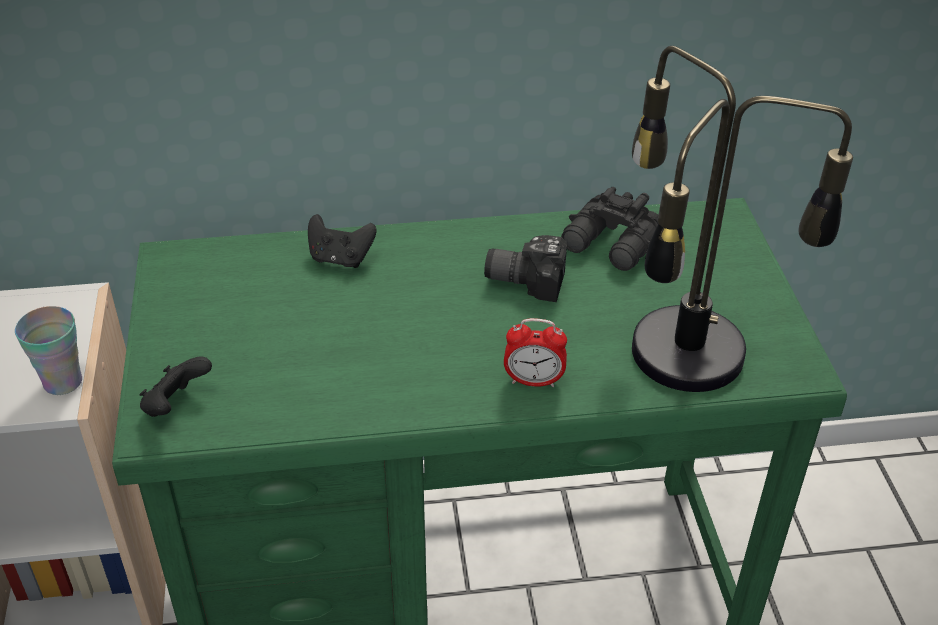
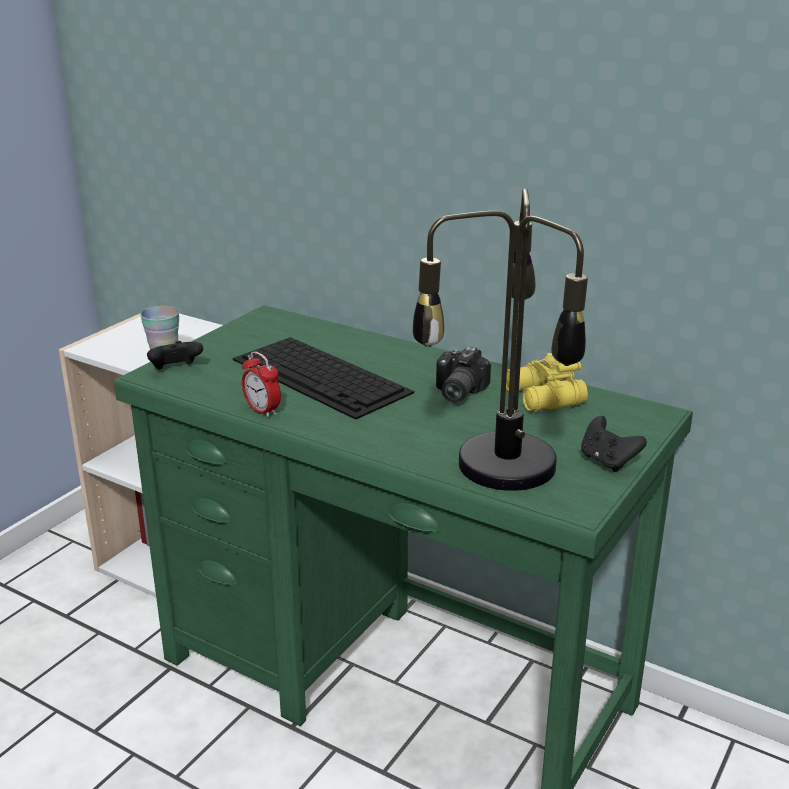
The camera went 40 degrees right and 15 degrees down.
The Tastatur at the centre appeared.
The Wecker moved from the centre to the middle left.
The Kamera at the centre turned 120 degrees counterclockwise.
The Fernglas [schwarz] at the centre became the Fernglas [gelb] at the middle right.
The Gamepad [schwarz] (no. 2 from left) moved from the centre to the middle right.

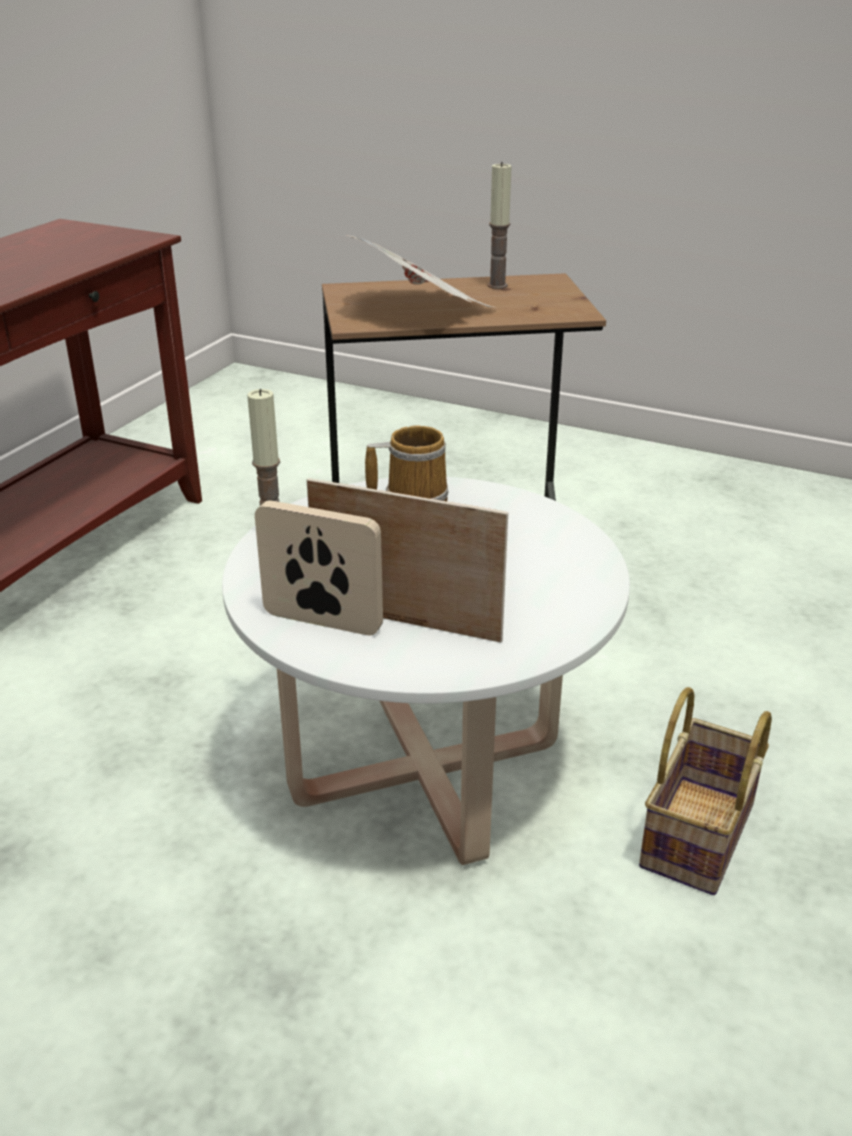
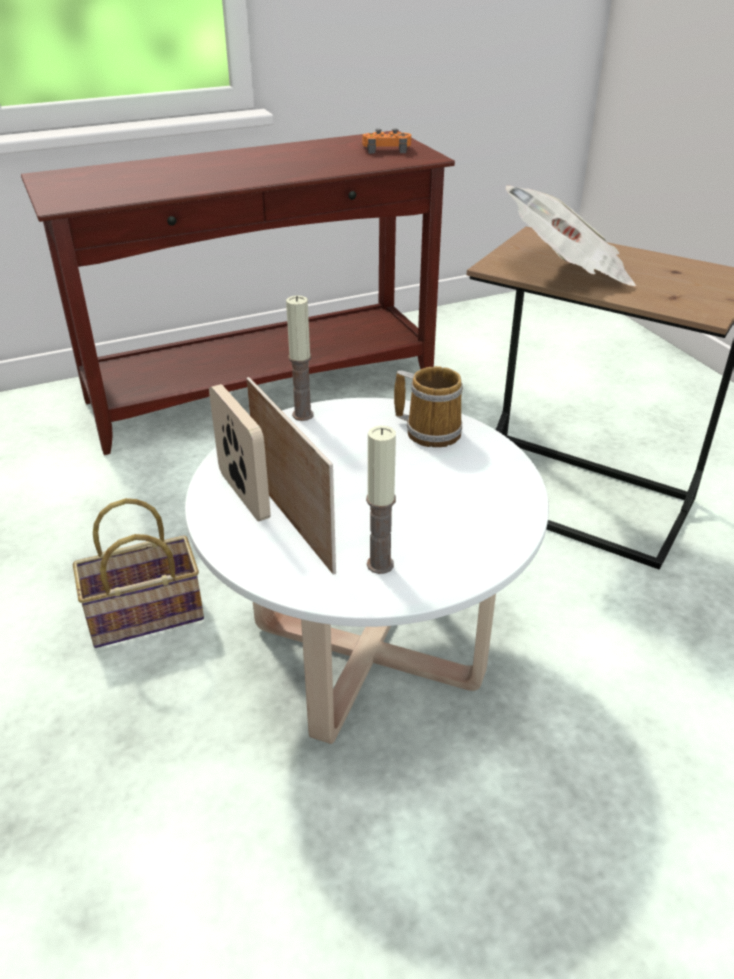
The camera went 40 degrees right and 5 degrees up.
The Korb moved from the bottom right to the middle left.
The Gamepad [orange] at the top centre appeared.
The Kerze (no. 2 from left) moved from the top centre to the centre.

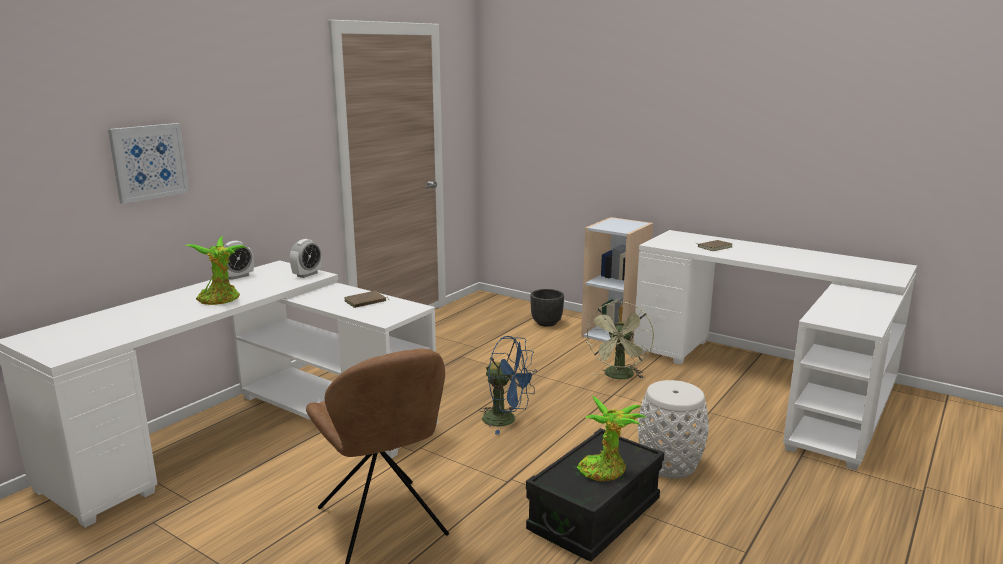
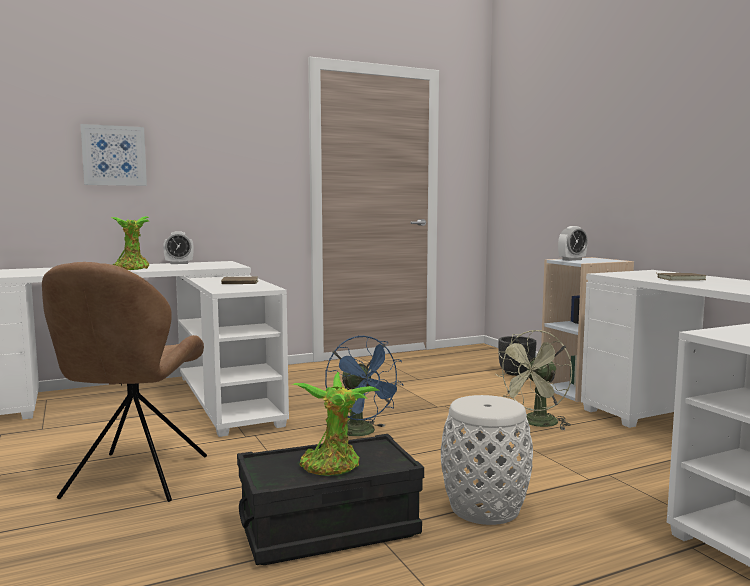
The camera went 30 degrees right and 10 degrees down.
The Wecker (no. 2 from left) moved from the middle left to the middle right.

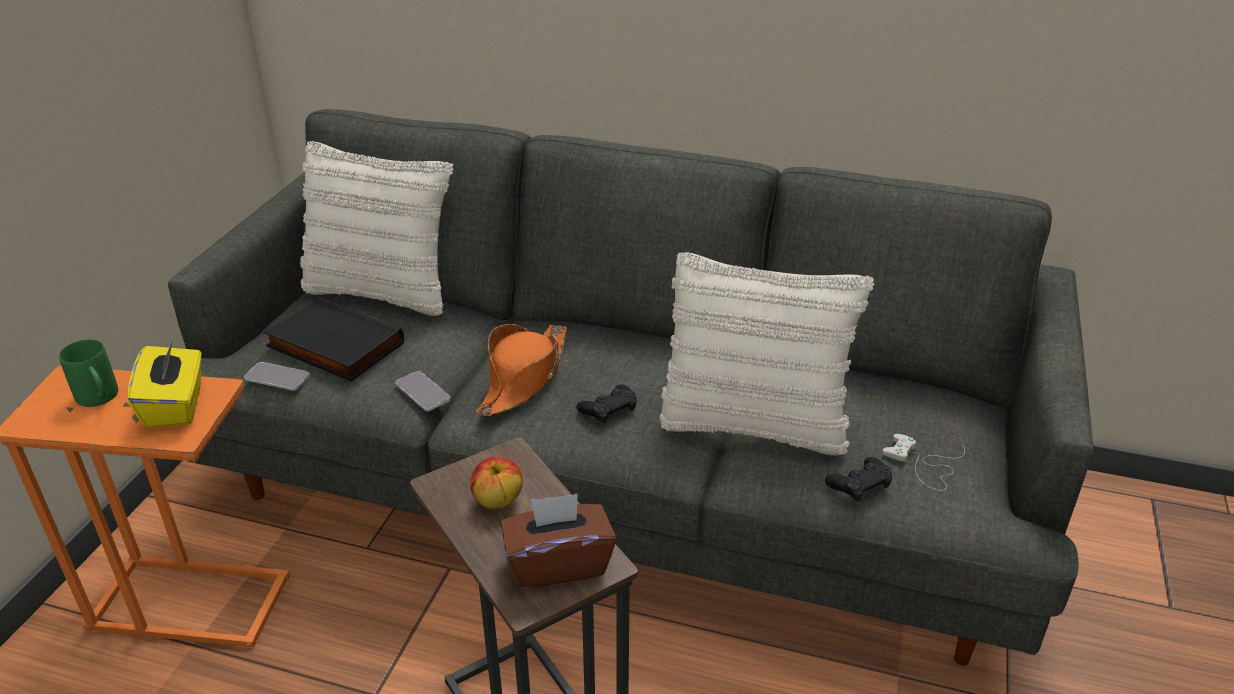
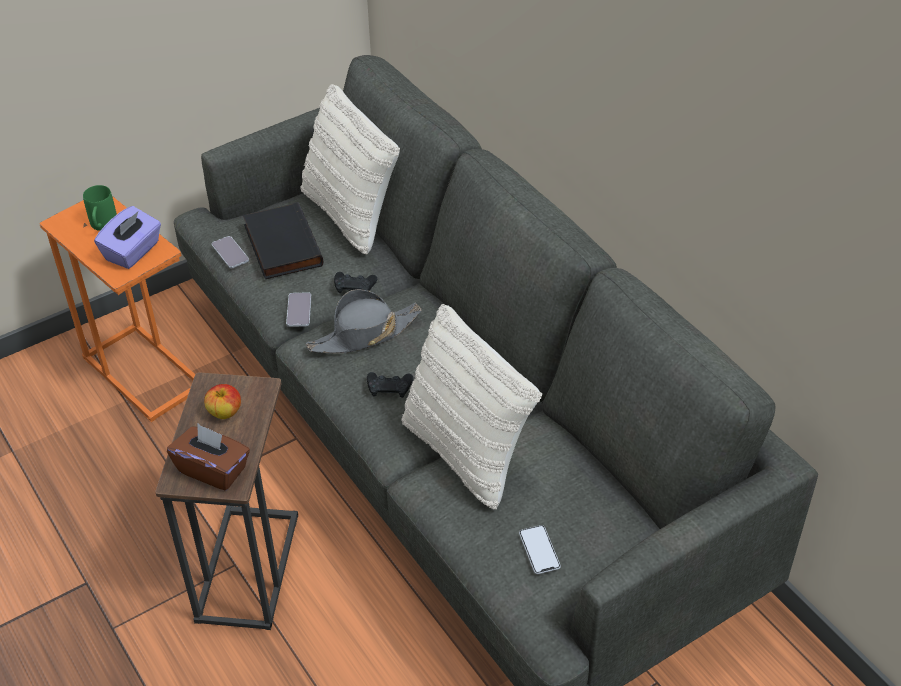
The camera went 40 degrees right and 10 degrees up.
The Taschentuchbox [gelb] at the middle left became the Taschentuchbox [lila] at the middle left.
The Hut [orange] at the centre became the Hut [grau] at the centre.
The Gamepad [schwarz] (no. 2 from left in the first image) moved from the bottom right to the centre.
The Gamepad [weiß] at the middle right was replaced by the Handy (no. 3 from left) at the bottom centre.

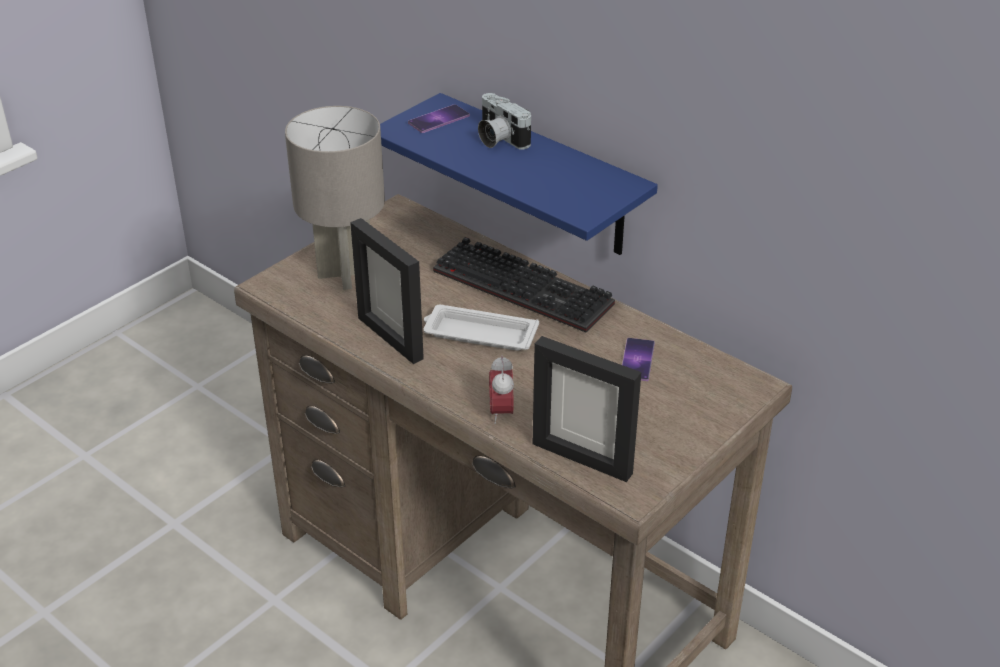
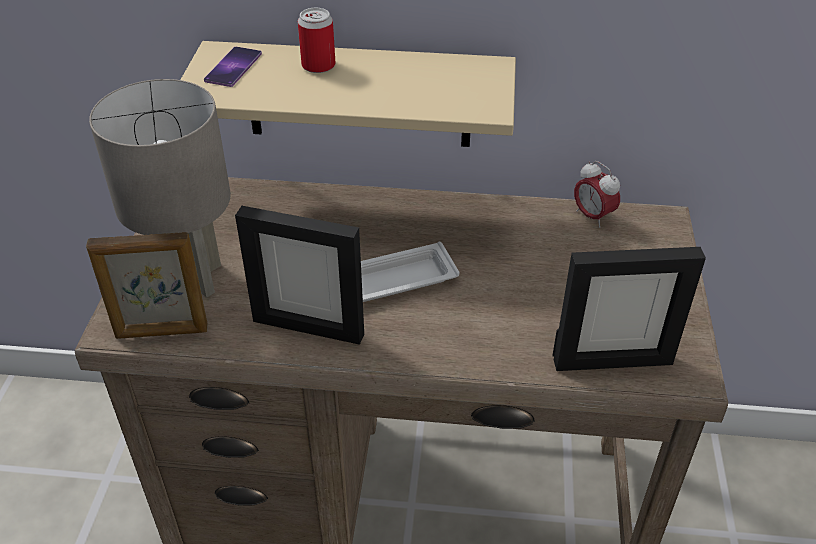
The camera went 35 degrees left and 5 degrees up.
The Bilderrahmen (no. 1 from left) at the middle left appeared.
The Wandregal [blau] at the top centre became the Wandregal [beige] at the top centre.
The Kamera at the top centre was replaced by the Dose at the top centre.
The Wecker moved from the centre to the middle right.
The Tastatur at the centre disappeared.
The Handy (no. 2 from left) at the centre disappeared.

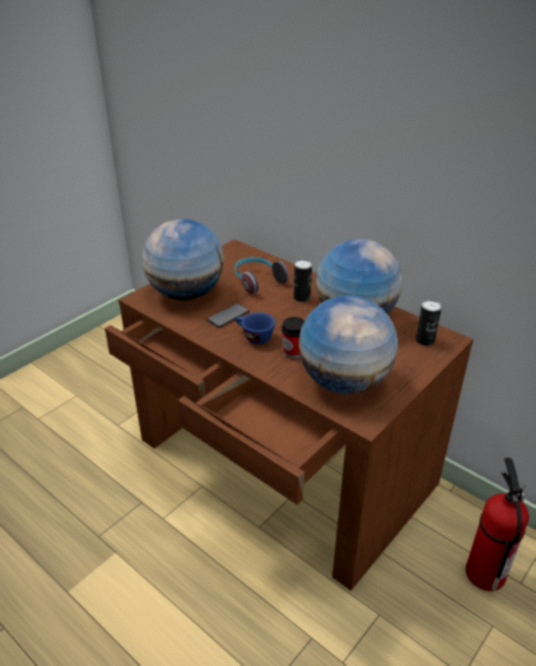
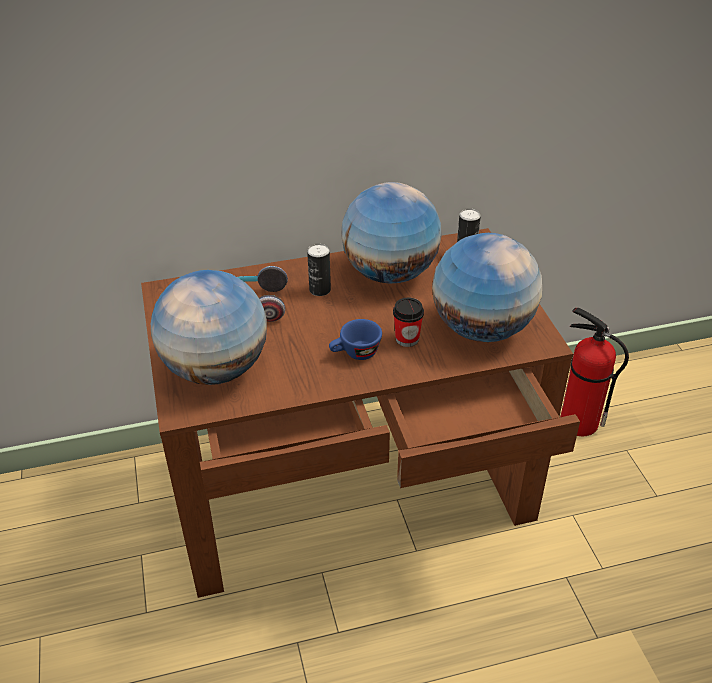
The camera went 55 degrees left and 5 degrees up.
The Handy at the centre disappeared.

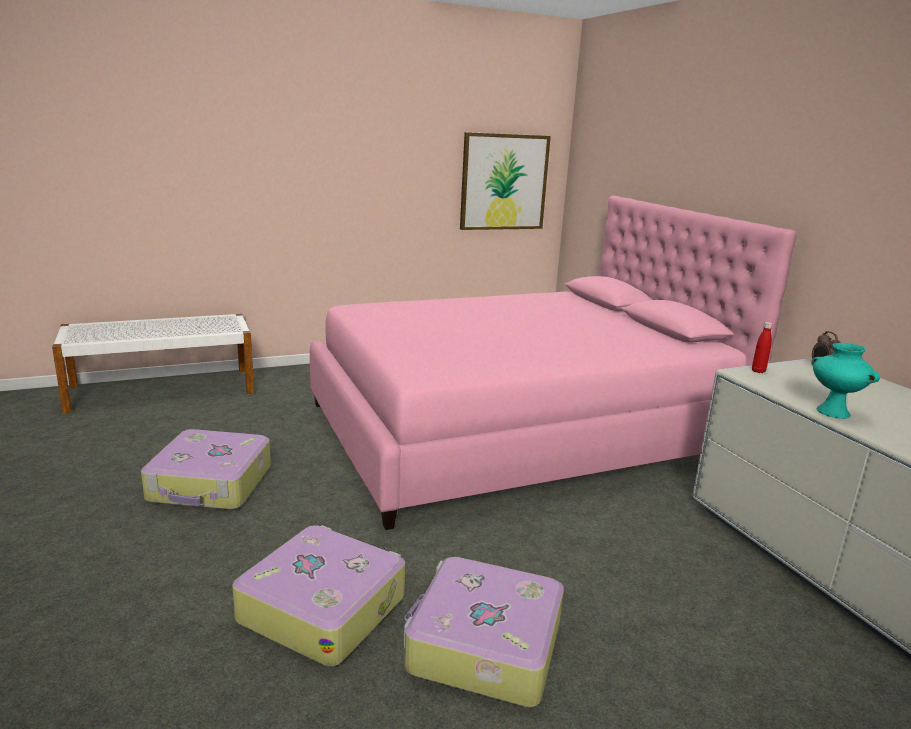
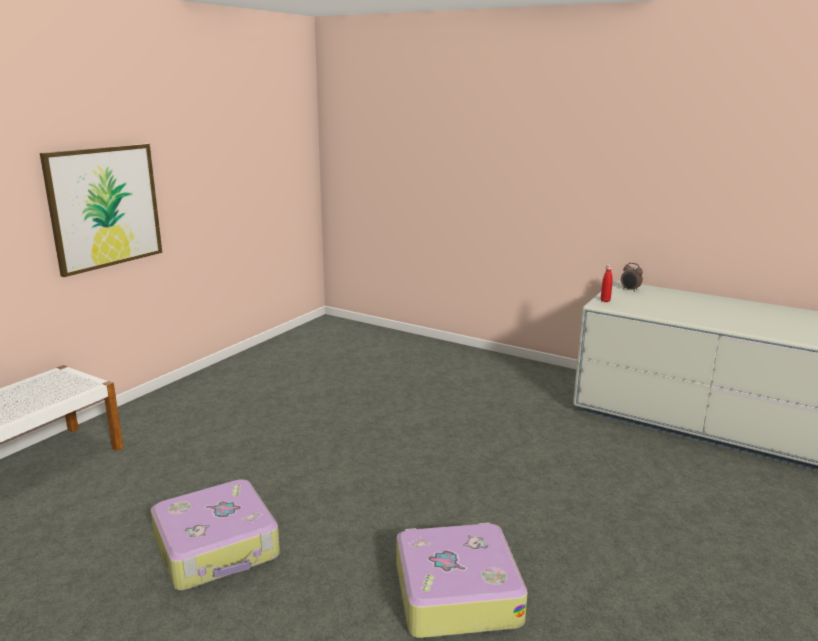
The camera went 35 degrees left and 0 degrees up.
The Bild moved from the top centre to the top left.
The Bett [rosa] at the centre disappeared.
The Koffer (no. 3 from left) at the bottom centre disappeared.
The Vase [türkis] at the middle right disappeared.

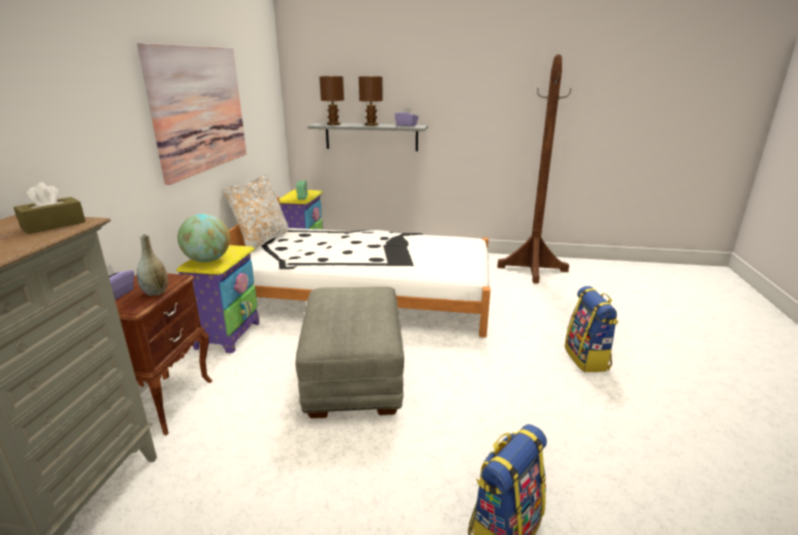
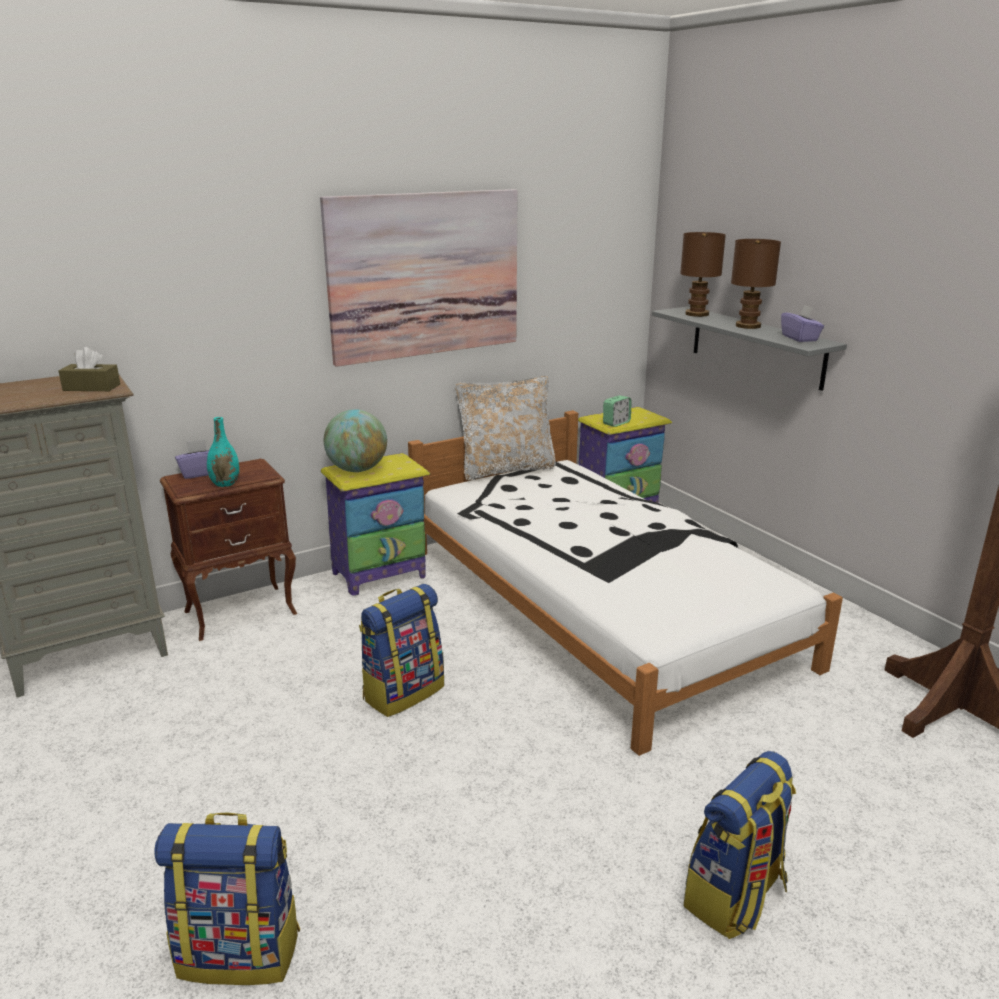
The camera went 50 degrees right and 0 degrees up.
The Vase [grau] at the middle left became the Vase [türkis] at the middle left.
The Polsterhocker [grau] at the centre was replaced by the Rucksack (no. 2 from left) at the centre.

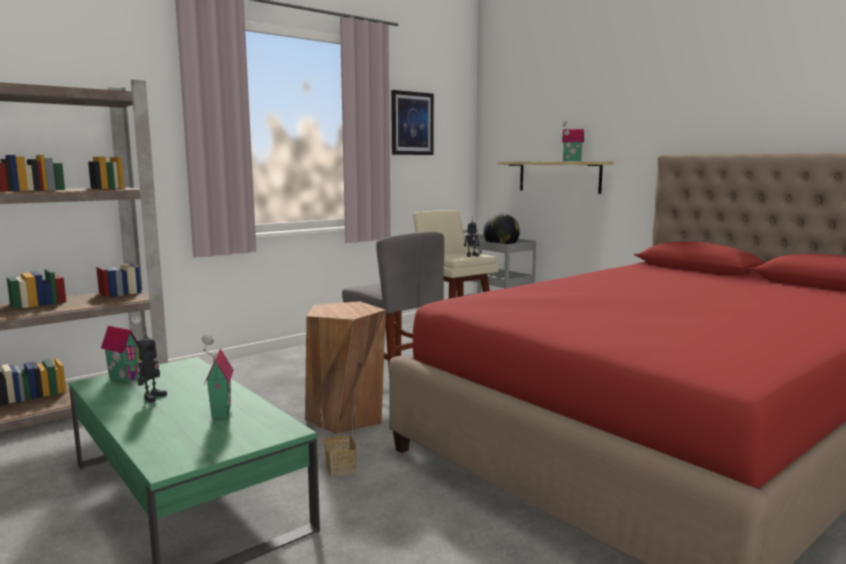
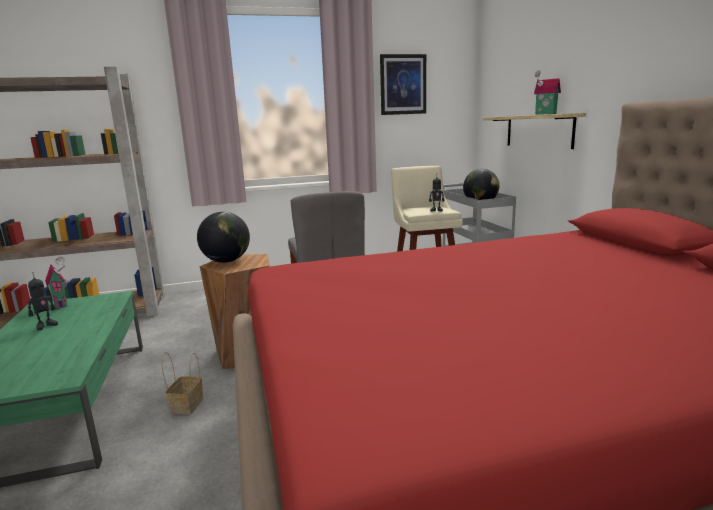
The camera went 25 degrees right and 5 degrees up.
The Globus (no. 1 from left) at the middle left appeared.
The Spielzeughaus (no. 2 from left) at the bottom left disappeared.

